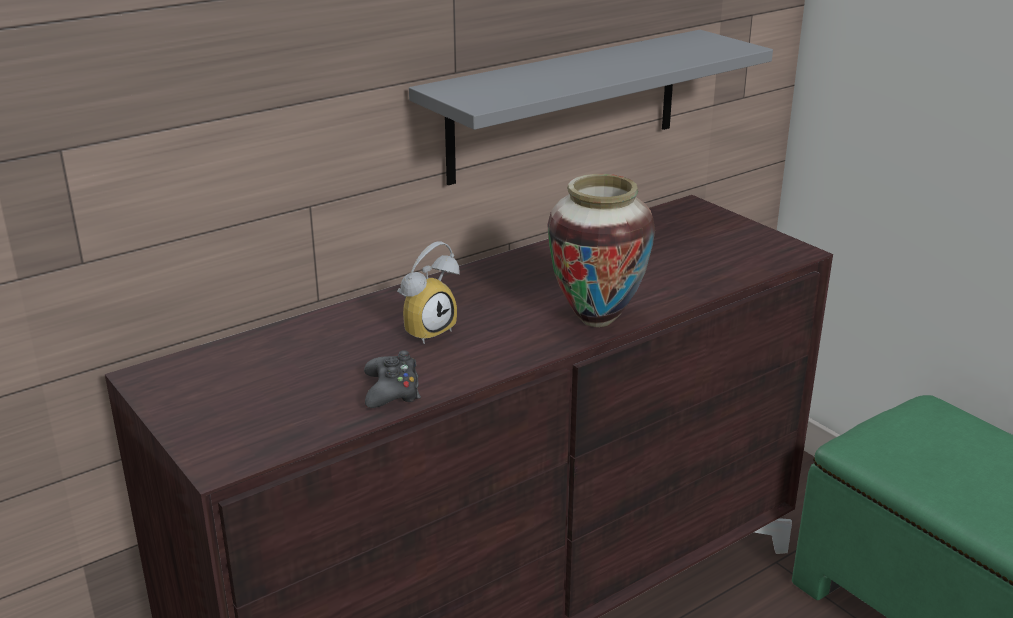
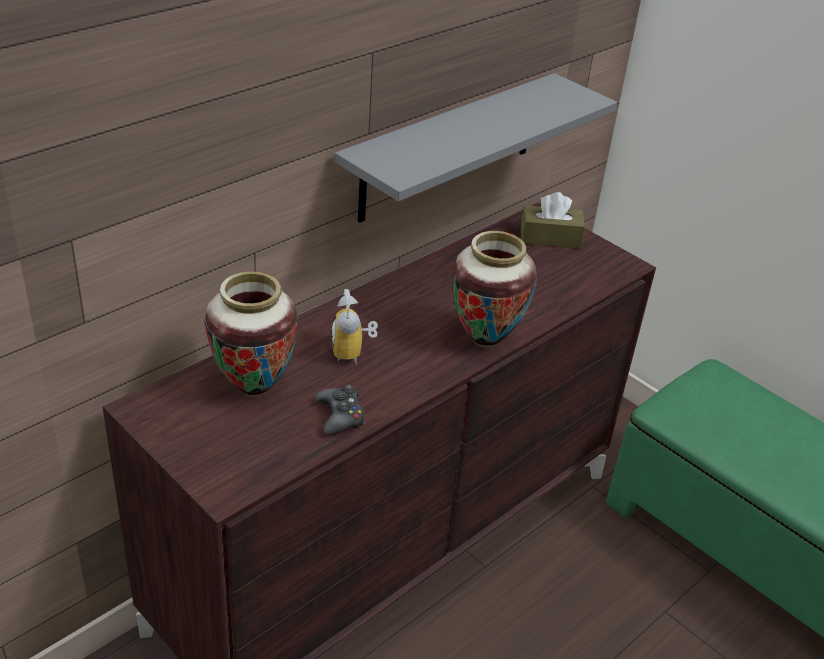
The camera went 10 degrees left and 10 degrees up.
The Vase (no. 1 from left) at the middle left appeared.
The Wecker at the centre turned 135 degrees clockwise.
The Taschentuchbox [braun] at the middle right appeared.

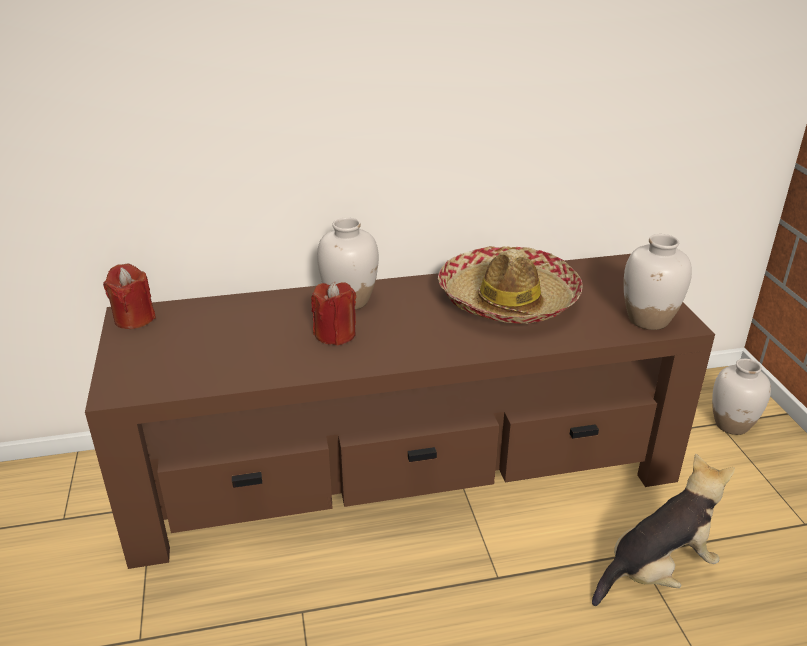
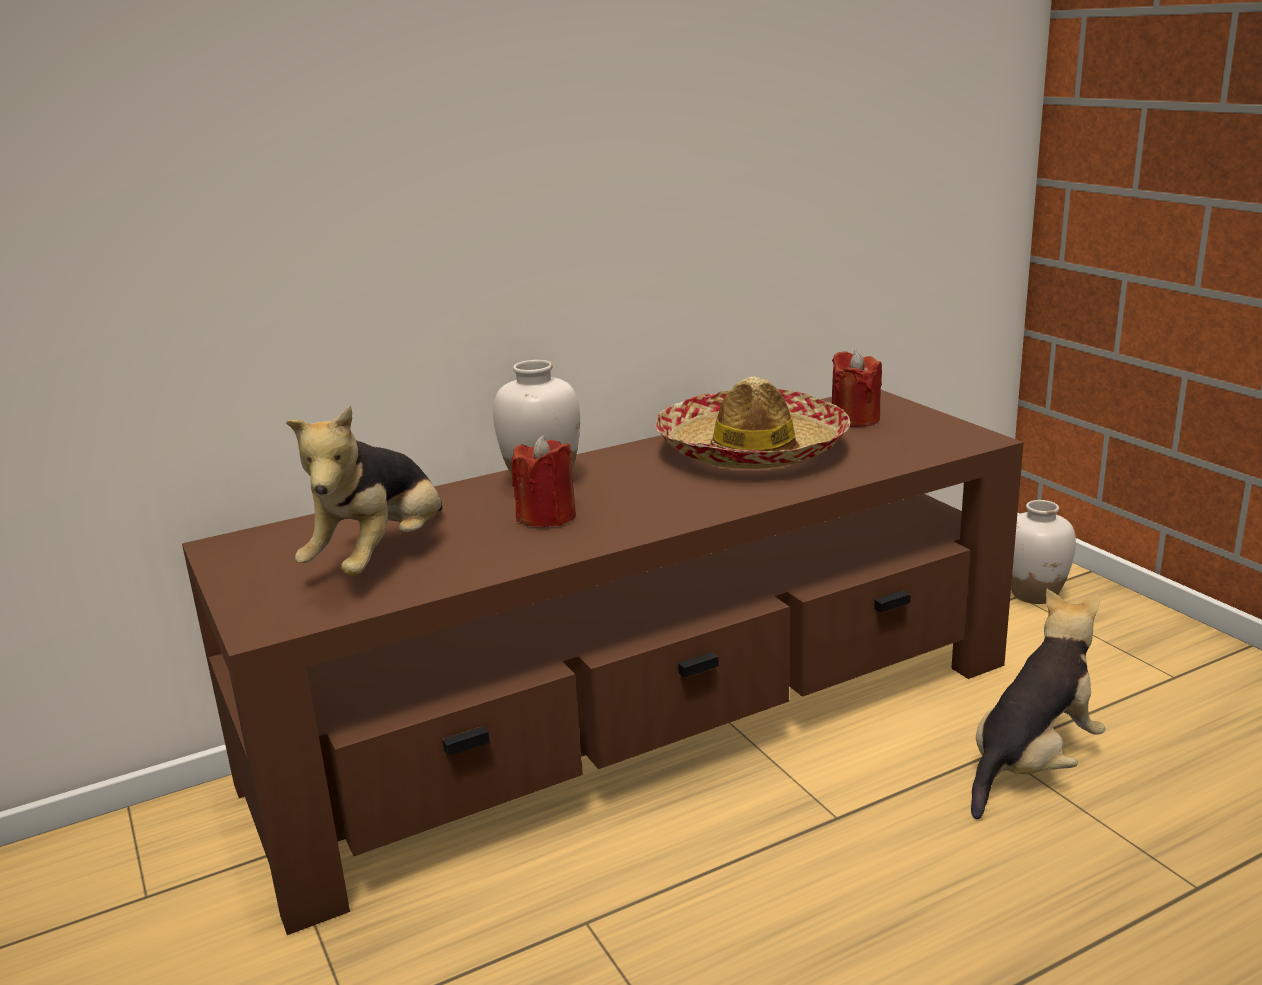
The camera went 15 degrees left and 10 degrees down.
The Plüschtier (no. 1 from left) at the middle left appeared.
The Kerze [rot] (no. 1 from left in the first image) moved from the middle left to the middle right.
The Vase [weiß] (no. 2 from left) at the middle right disappeared.

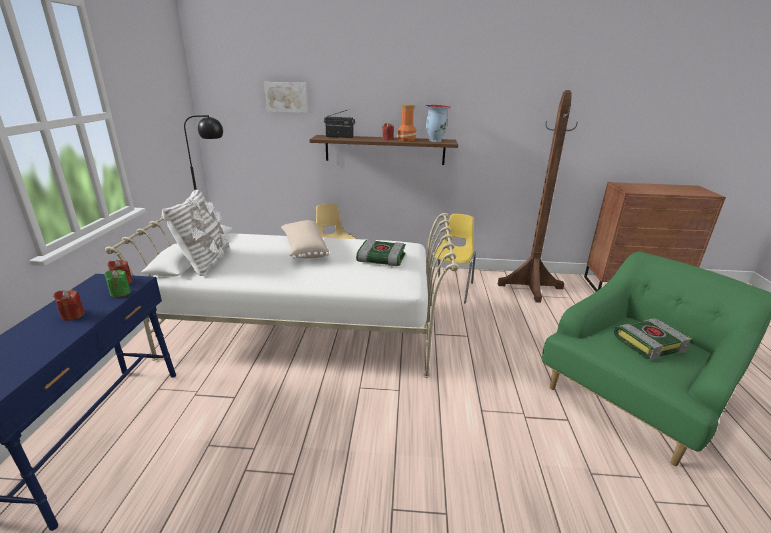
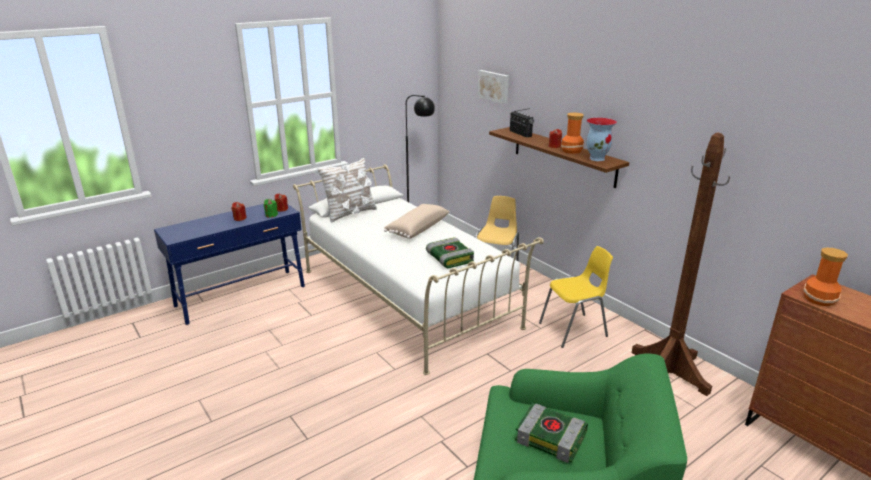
The camera went 50 degrees right and 0 degrees up.
The Vase (no. 3 from left) at the middle right appeared.

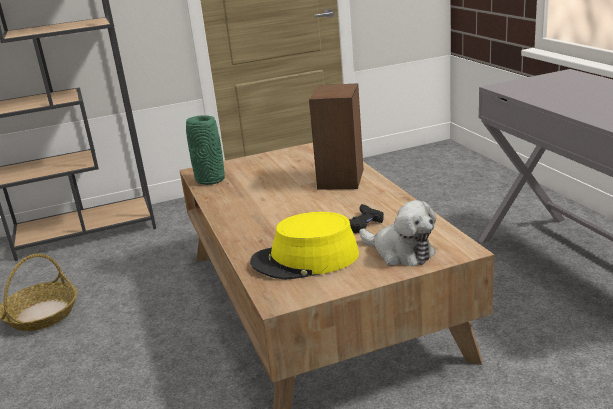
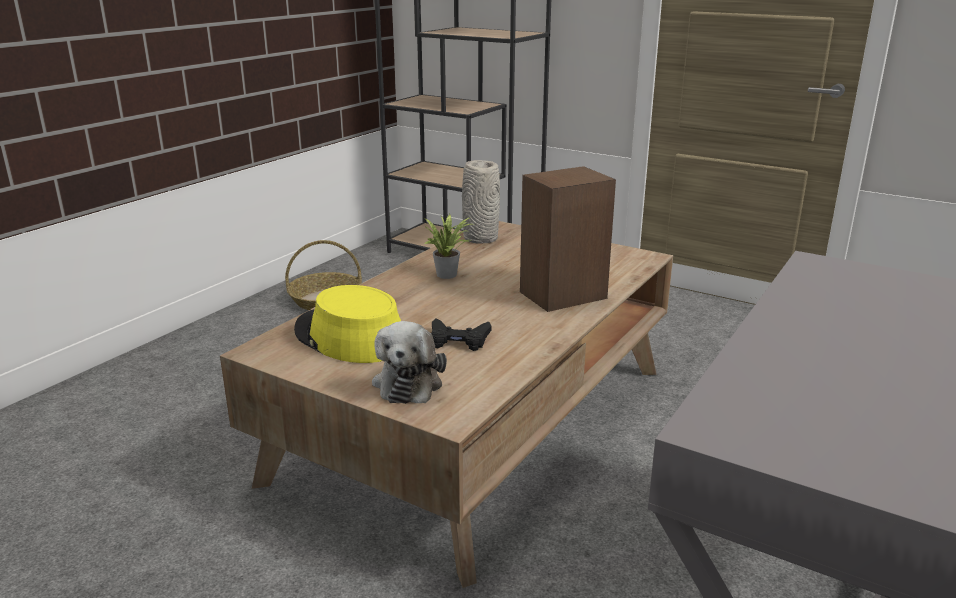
The camera went 50 degrees right and 0 degrees up.
The Topfpflanze at the centre appeared.
The Vase [grün] at the centre became the Vase [grau] at the centre.

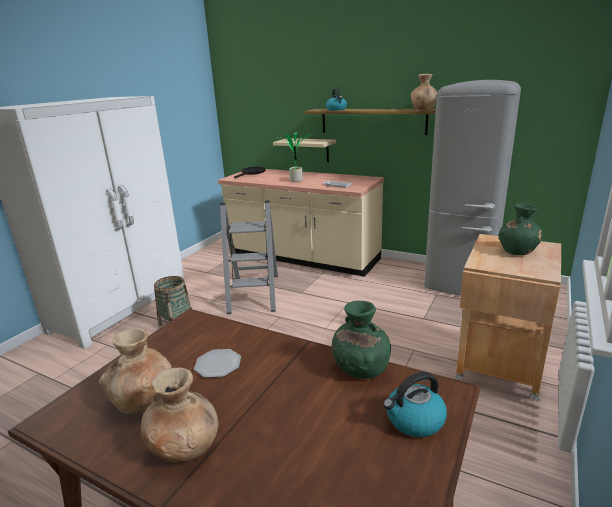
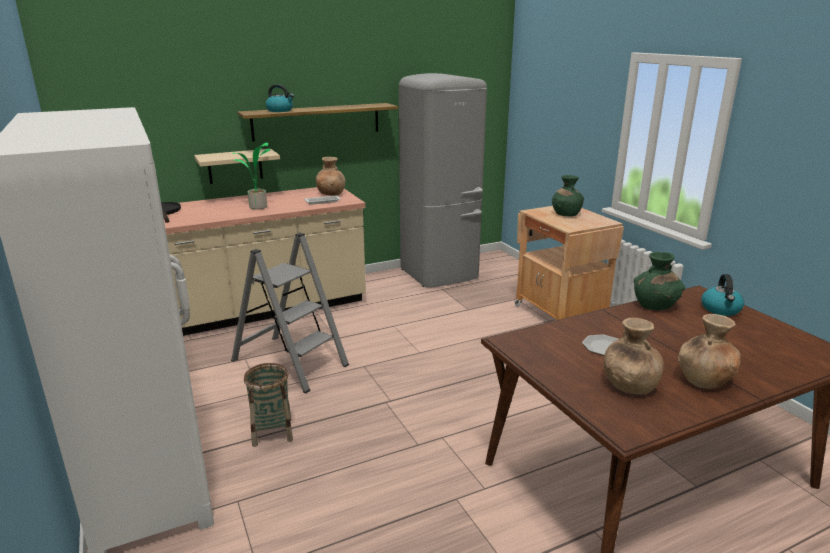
The camera went 55 degrees left and 0 degrees up.
The Vase [braun] (no. 3 from left in the first image) moved from the top right to the top centre.

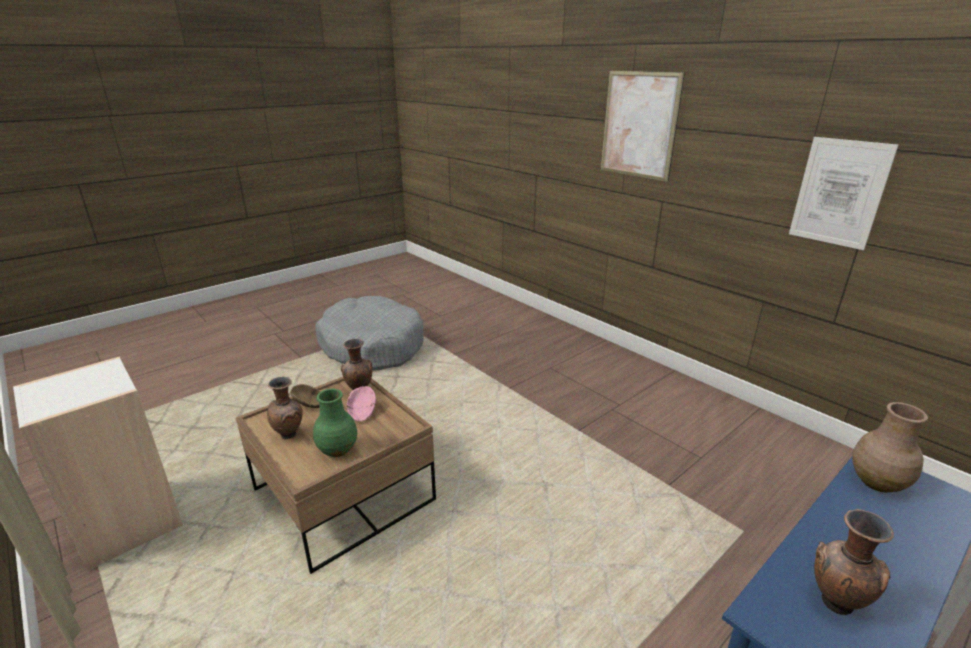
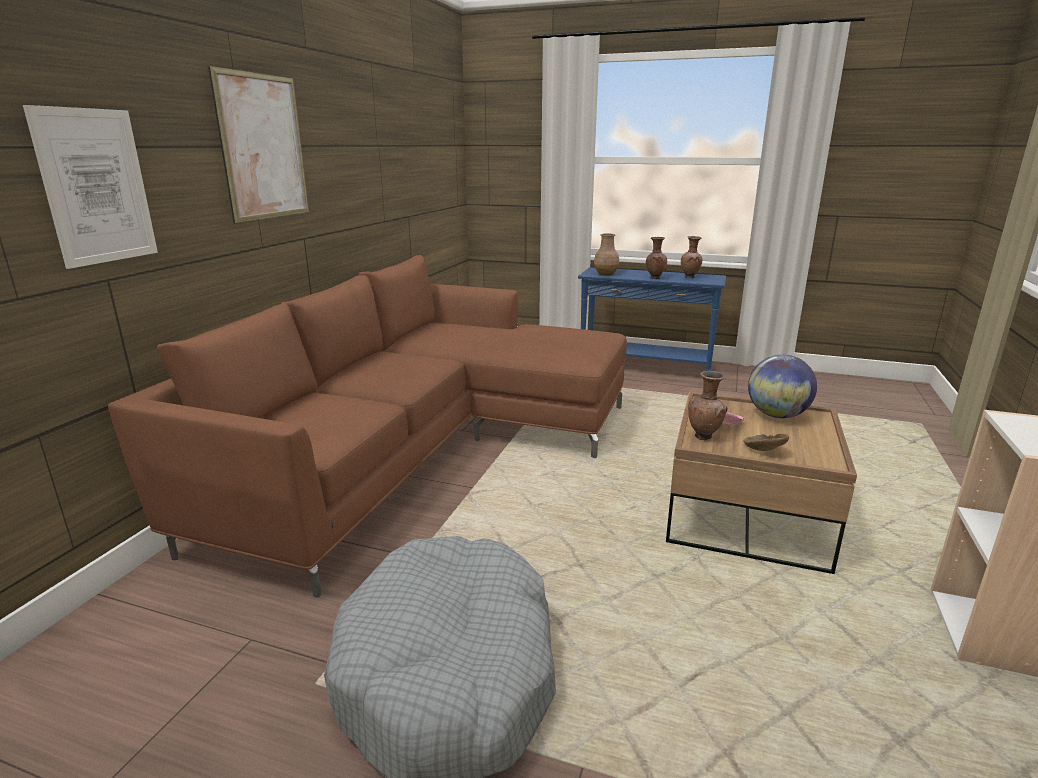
The camera went 120 degrees left and 5 degrees down.
The Bild (no. 2 from left in the first image) moved from the top right to the top left.
The Sofa [braun] at the centre appeared.
The Vase [braun] (no. 1 from left in the first image) moved from the middle left to the top centre.
The Vase [grün] at the centre was replaced by the Globus at the middle right.

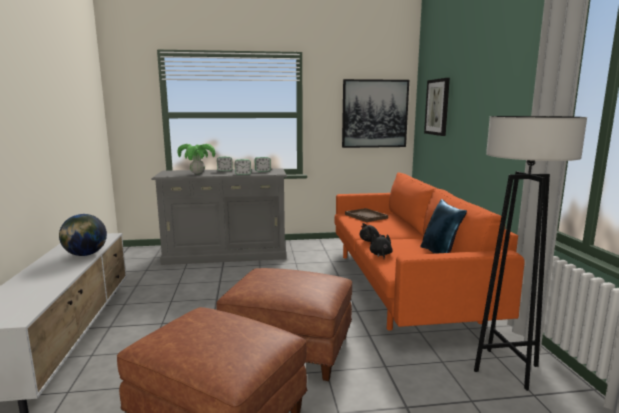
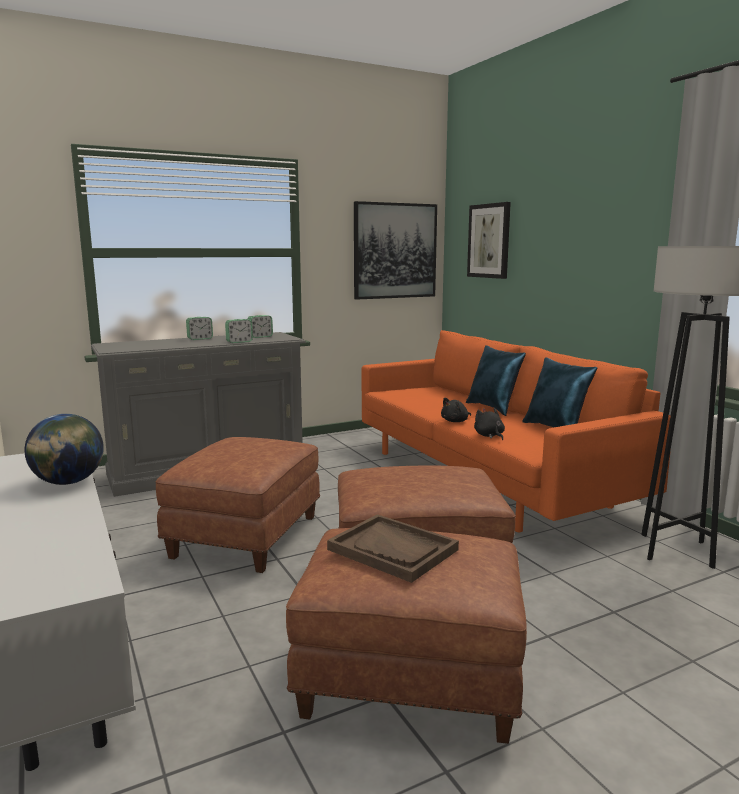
The camera went 20 degrees left and 0 degrees up.
The Polsterhocker [braun] (no. 1 from left) at the middle left appeared.
The Tablett [braun] moved from the centre to the bottom centre.
The Kissen [blau] (no. 1 from left) at the middle right appeared.
The Topfpflanze at the middle left disappeared.

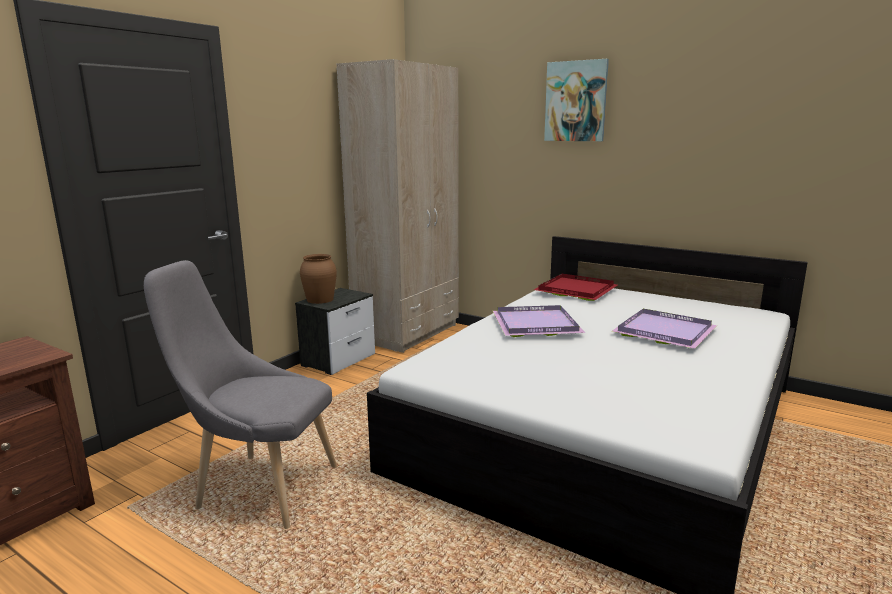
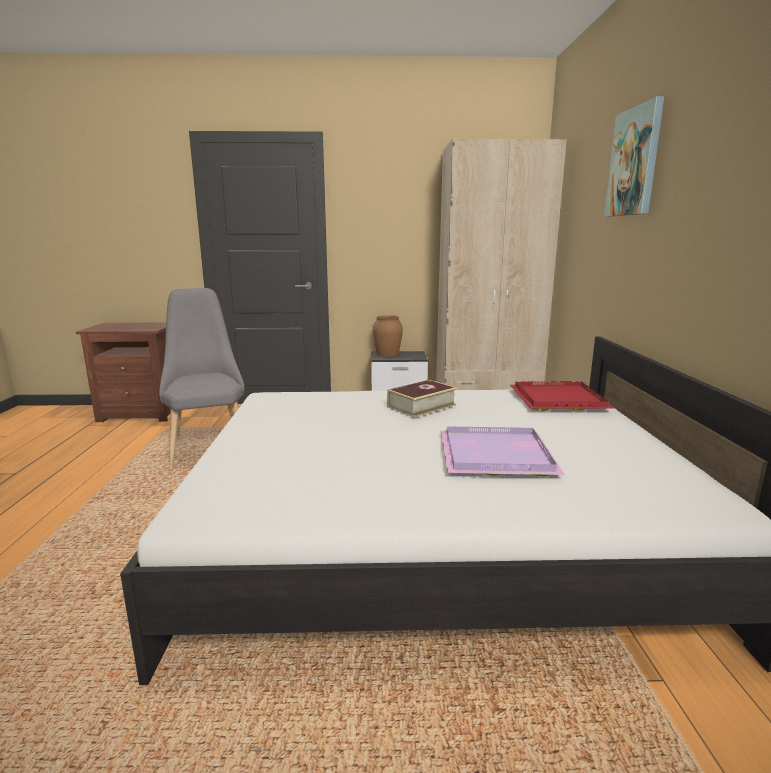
The camera went 55 degrees right and 0 degrees up.
The Tablett [lila] (no. 1 from left) at the centre was replaced by the Buch at the centre.

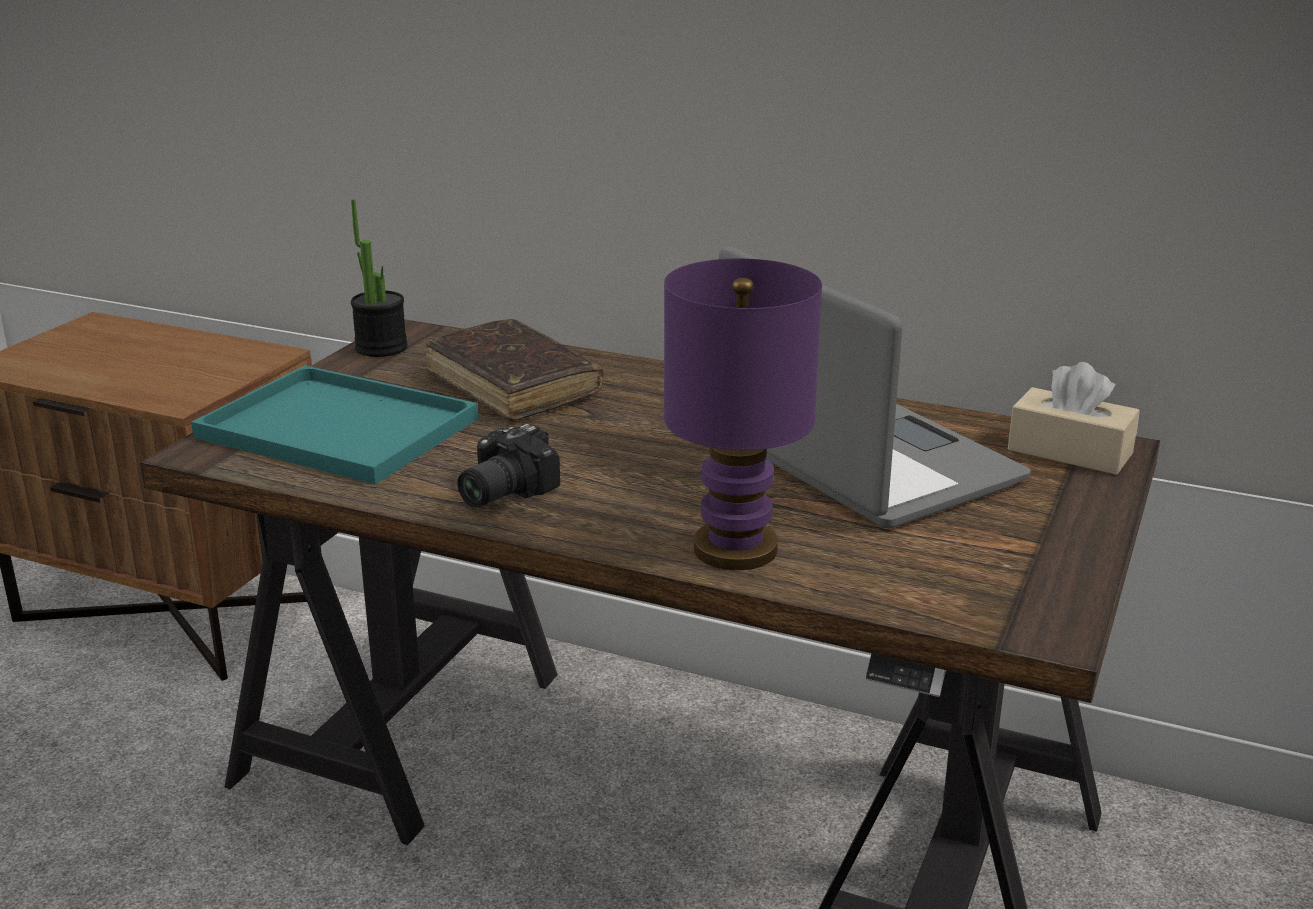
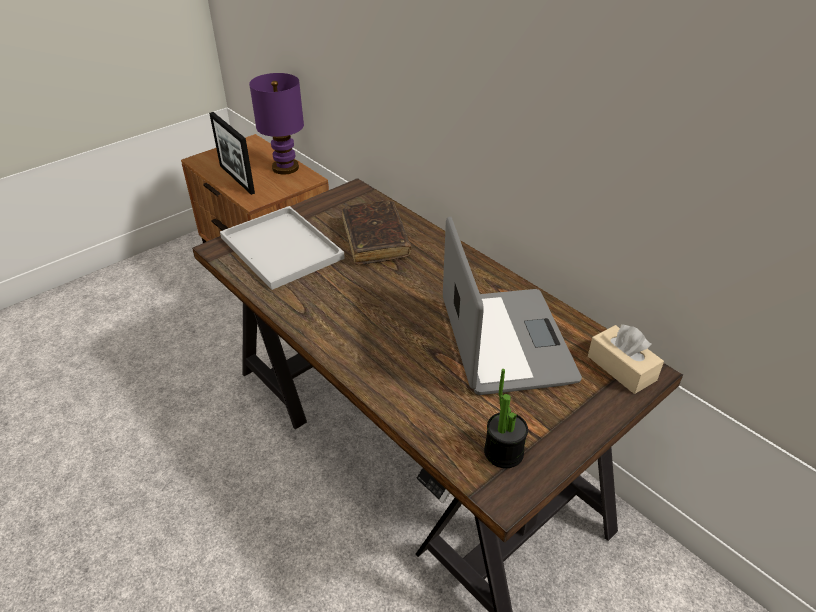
The camera went 25 degrees right and 15 degrees up.
The Bilderrahmen at the top left appeared.
The Tablett [türkis] at the middle left became the Tablett [weiß] at the centre.
The Tischlampe [lila] moved from the centre to the top centre.
The Topfpflanze moved from the top left to the bottom centre.
The Kamera at the centre disappeared.

